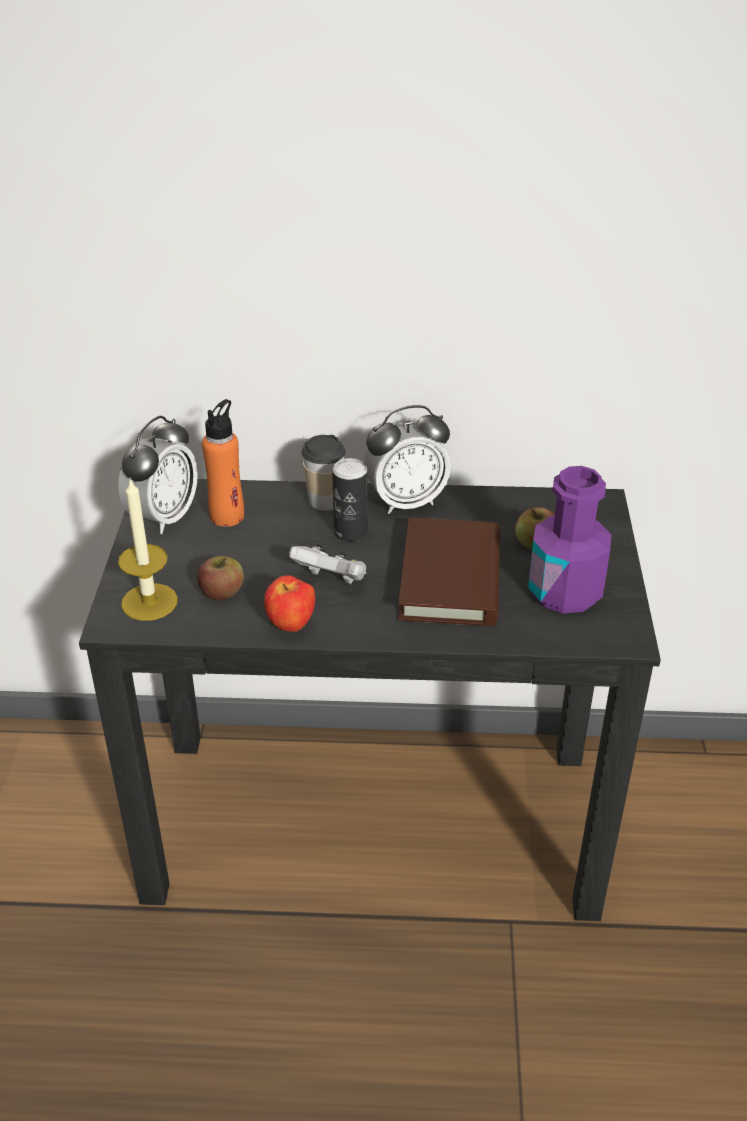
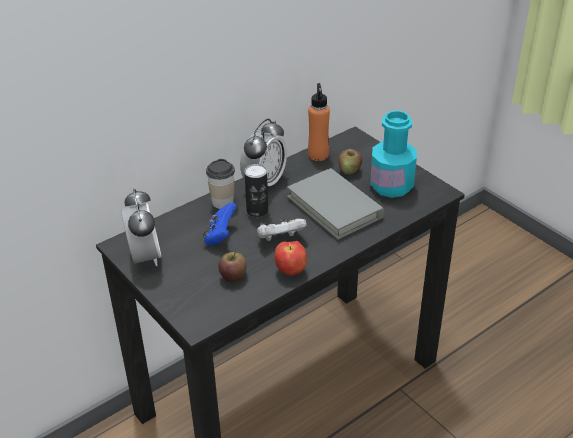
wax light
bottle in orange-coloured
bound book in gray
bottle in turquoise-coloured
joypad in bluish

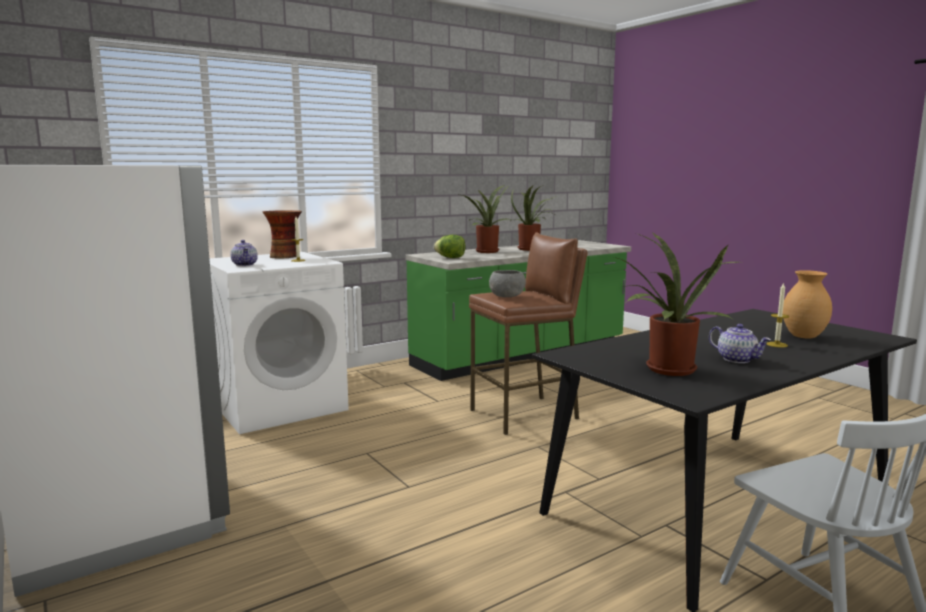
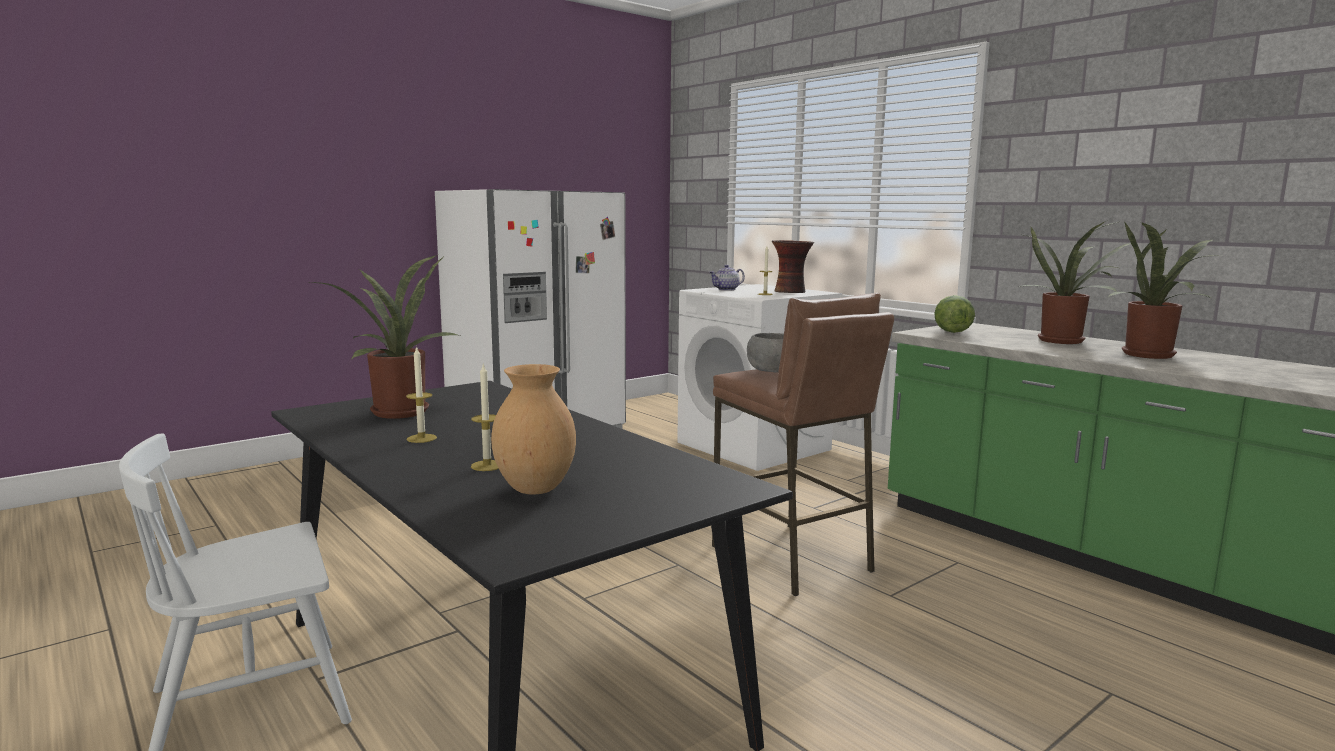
wax light (1st from left)

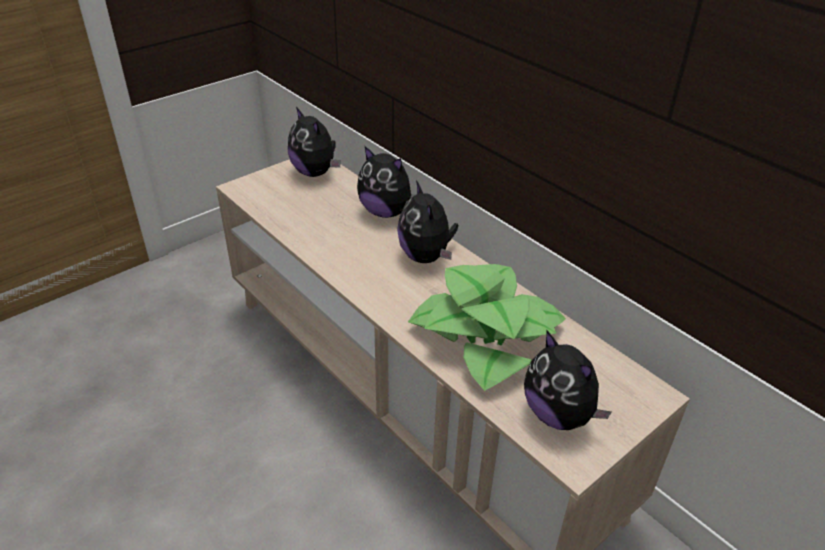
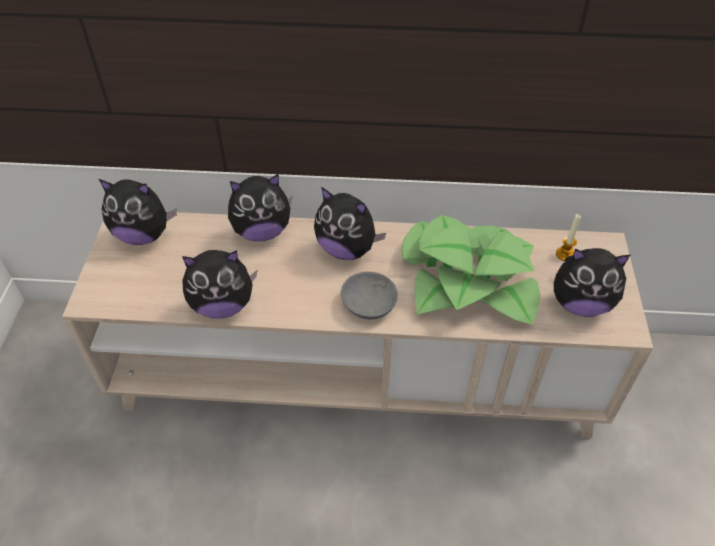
cuddly toy (2nd from left)
deep dish in gray
wax light

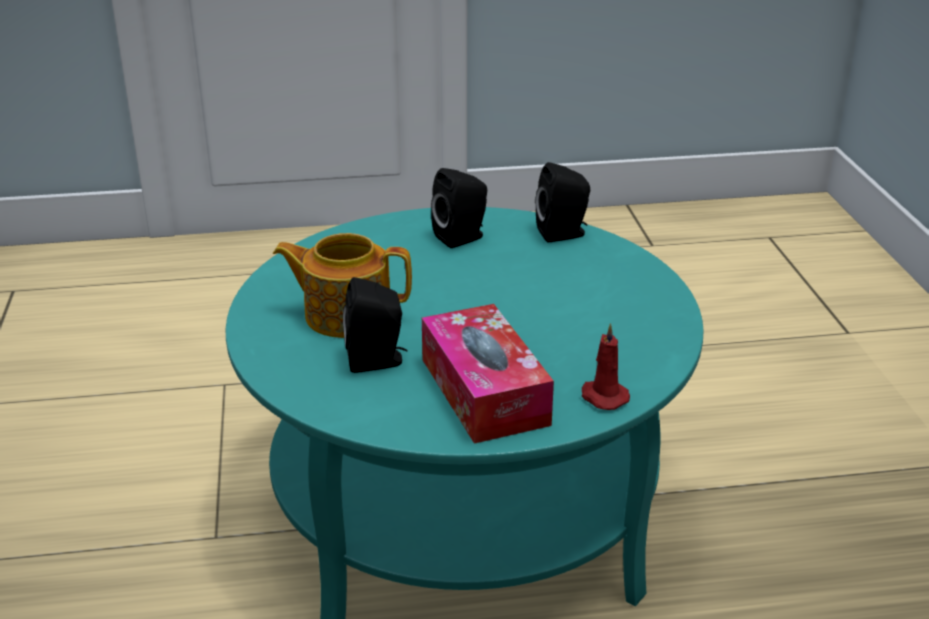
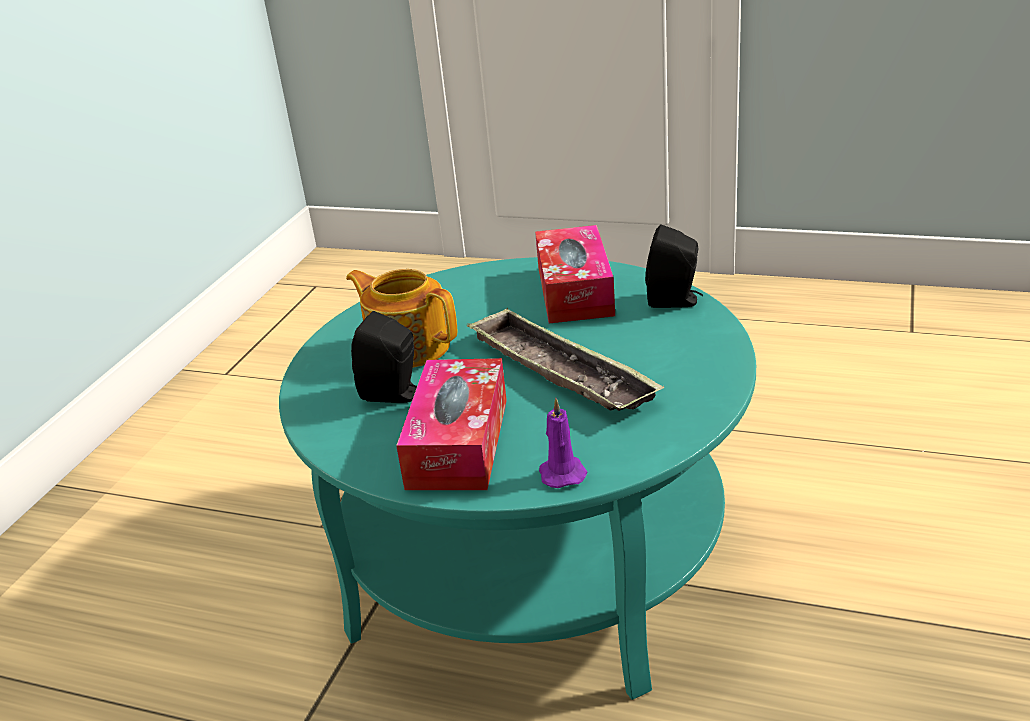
tissue holder (2nd from left)
wax light in purplish
tray

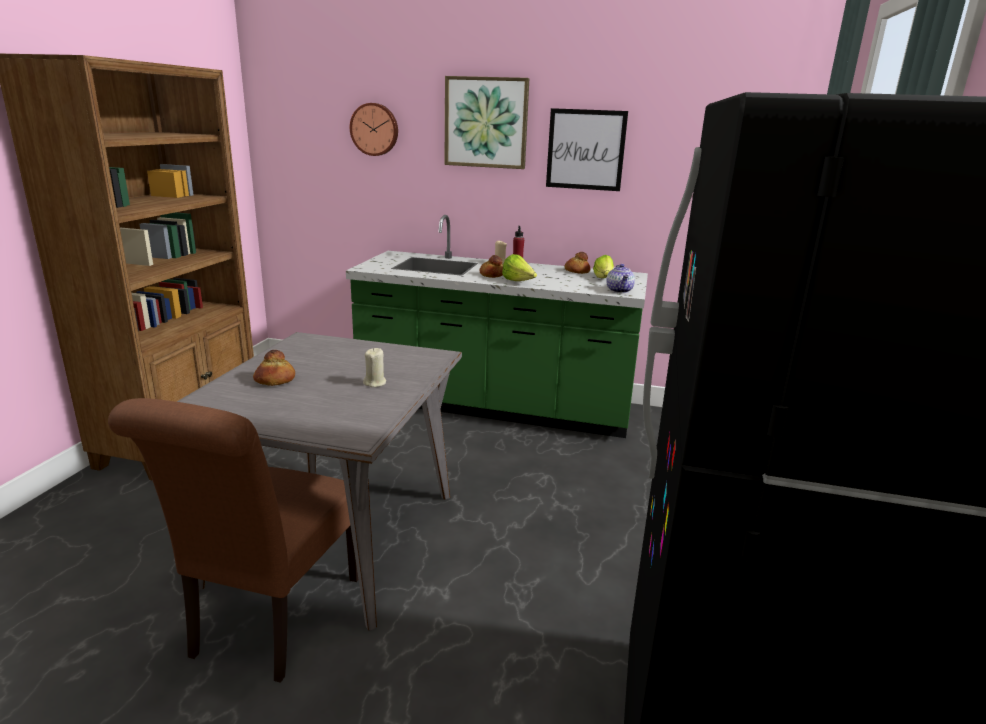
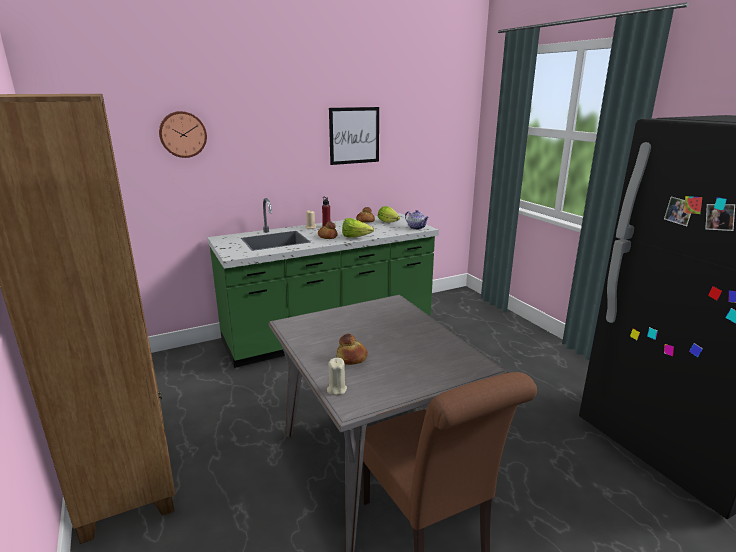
wax light in beige-coloured (2nd from left)
wall picture (1st from left in the first image)

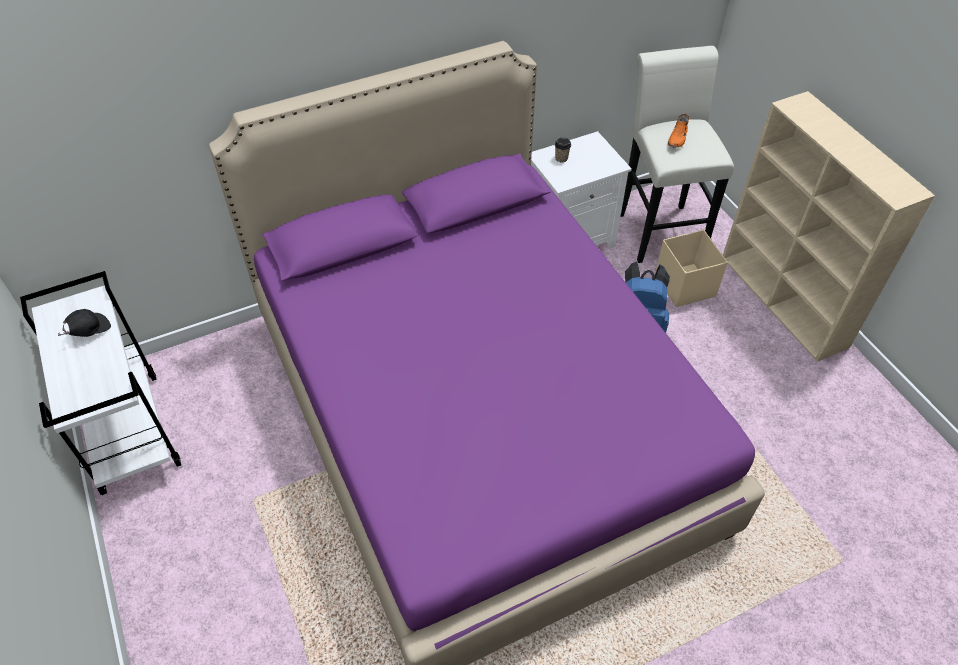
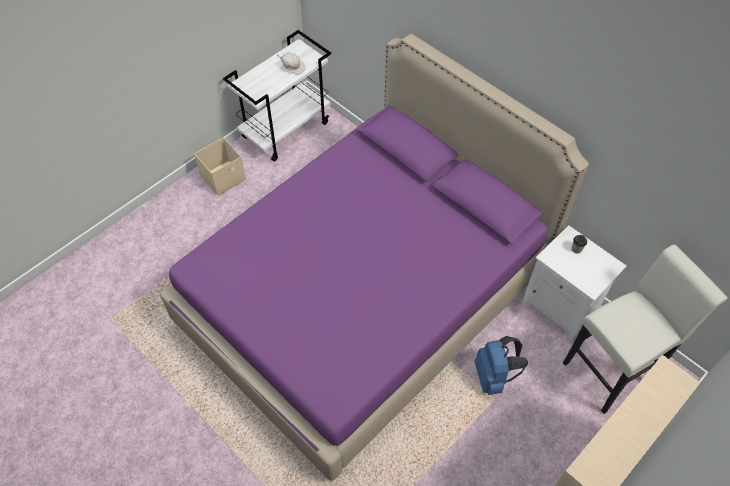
peaked cap in white-coloured
storage box in beige-coloured
low shoe in orange-coloured

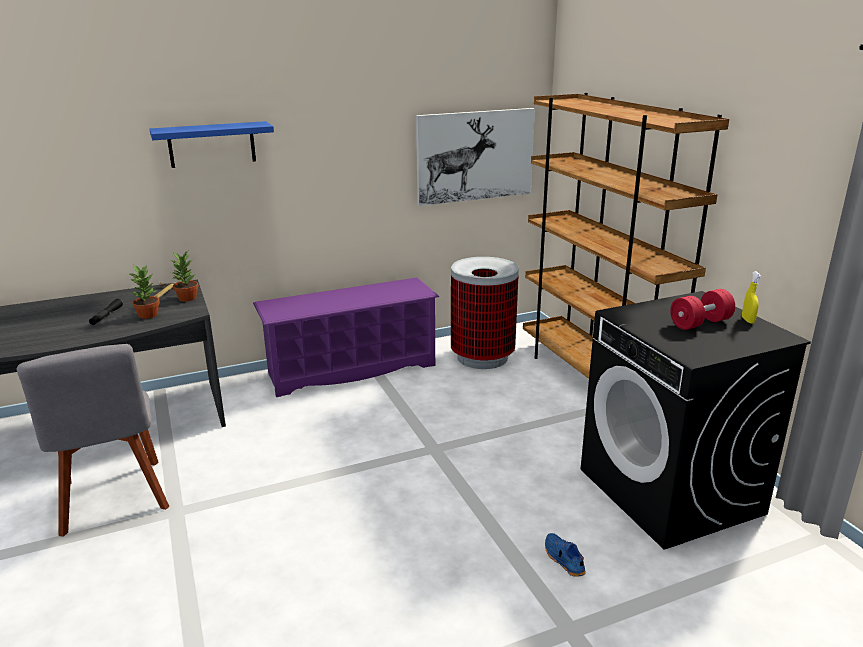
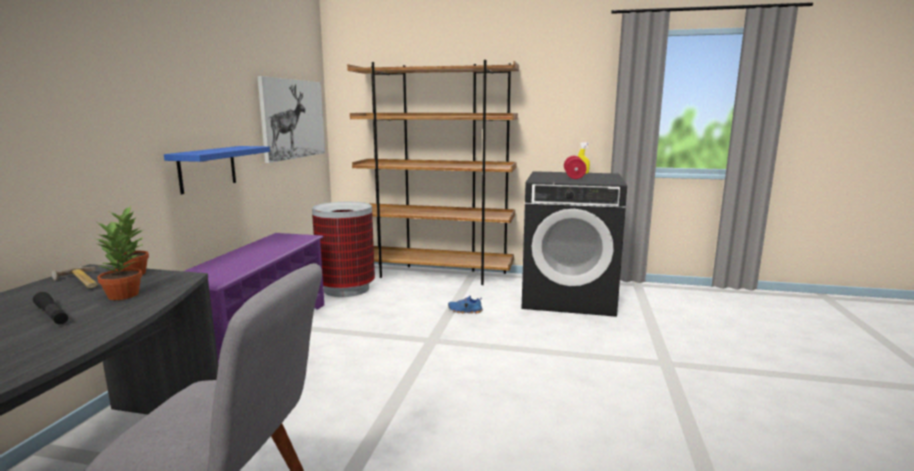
wall shelf in bluish
low shoe in bluish

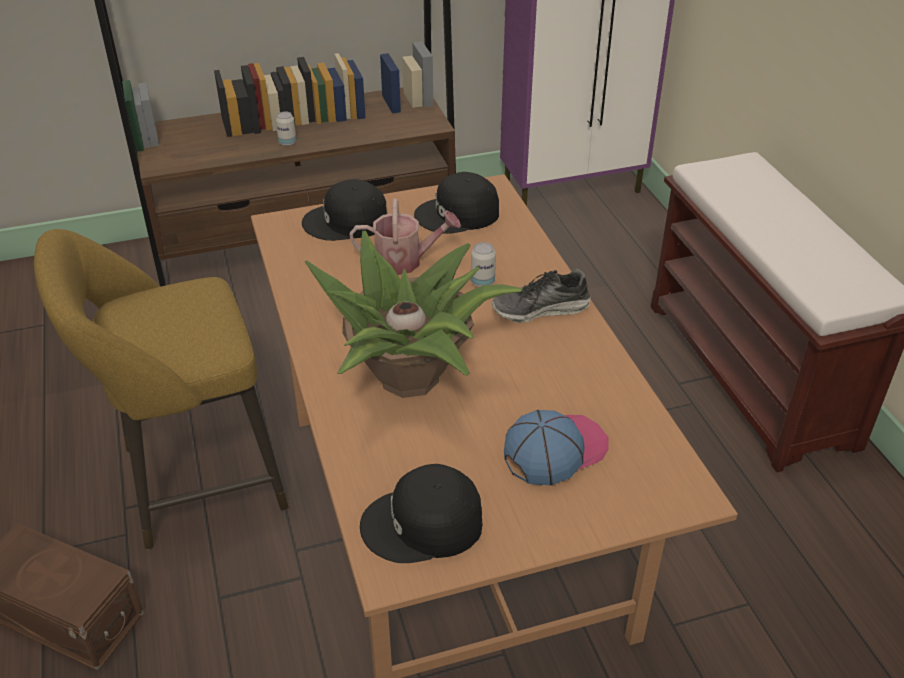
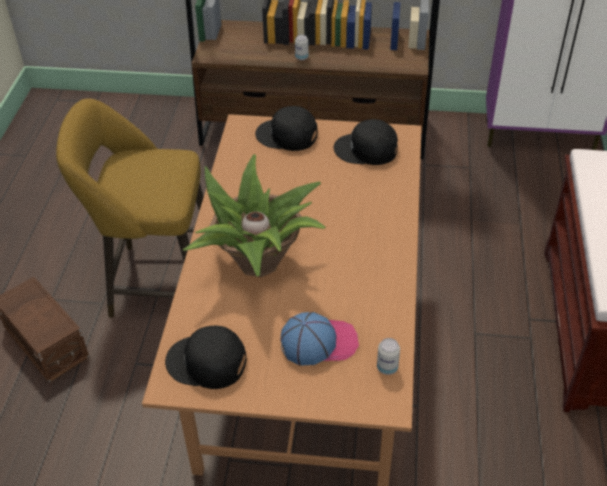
watering pot
sealed can (2nd from left)
low shoe

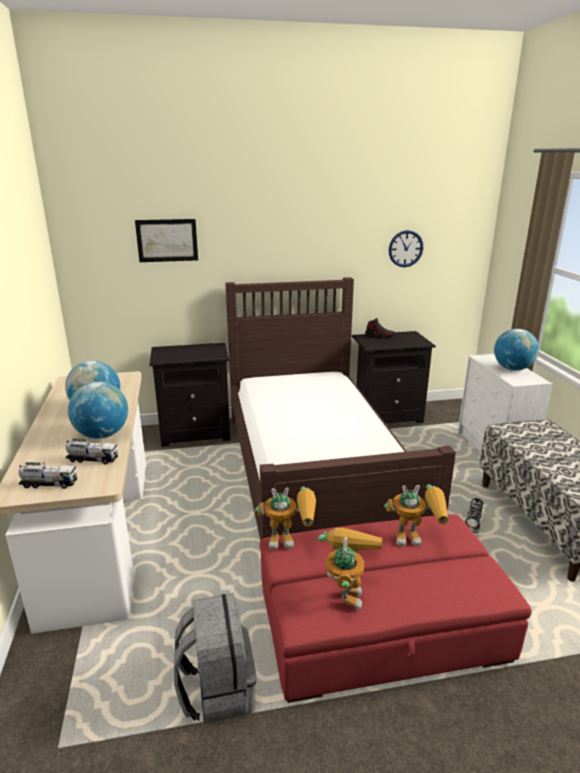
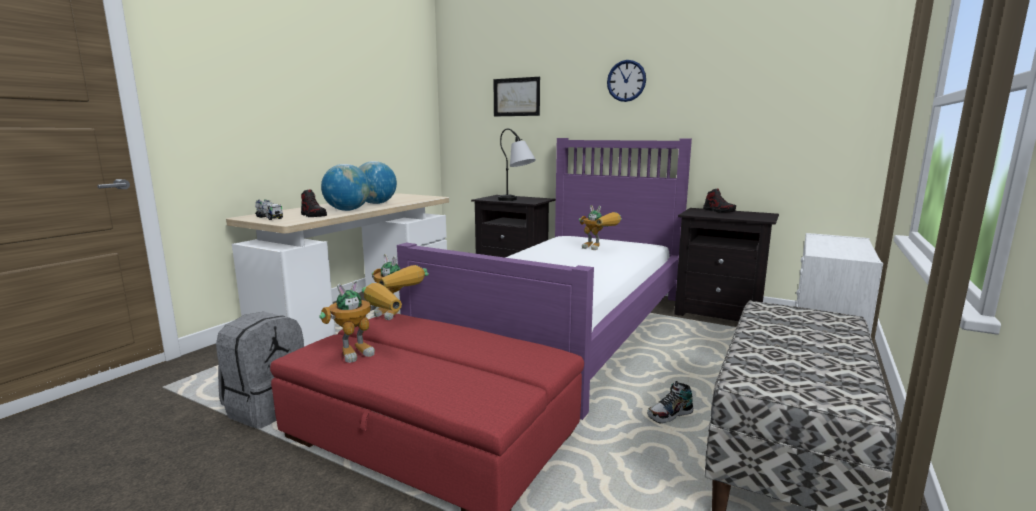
low shoe (1st from left)
bed in purplish
model robot (3rd from left)
wall clock
desk globe (3rd from left in the first image)
tabletop lamp

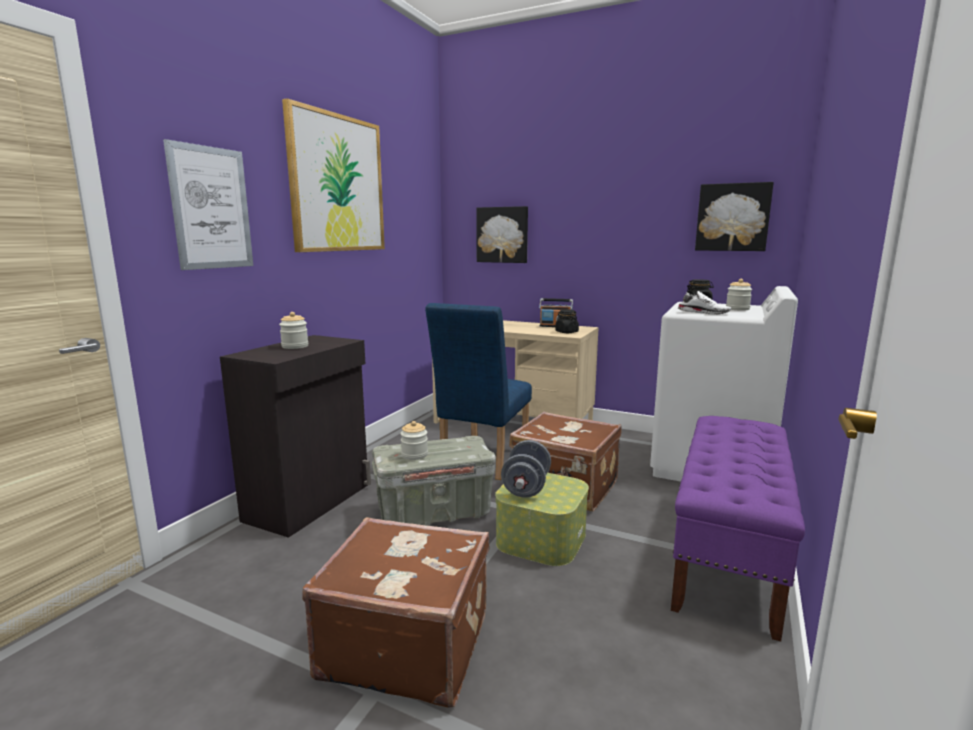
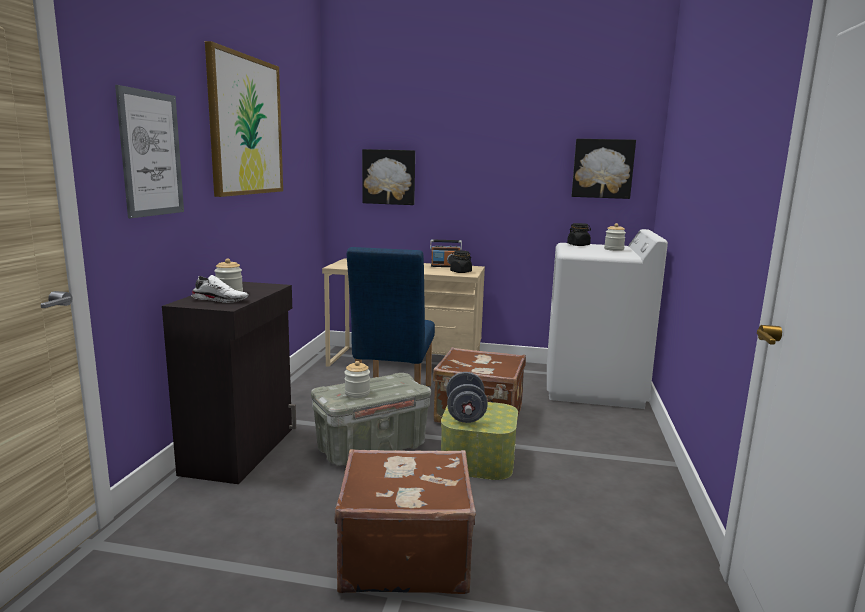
indoor bench in purplish
low shoe in white-coloured

